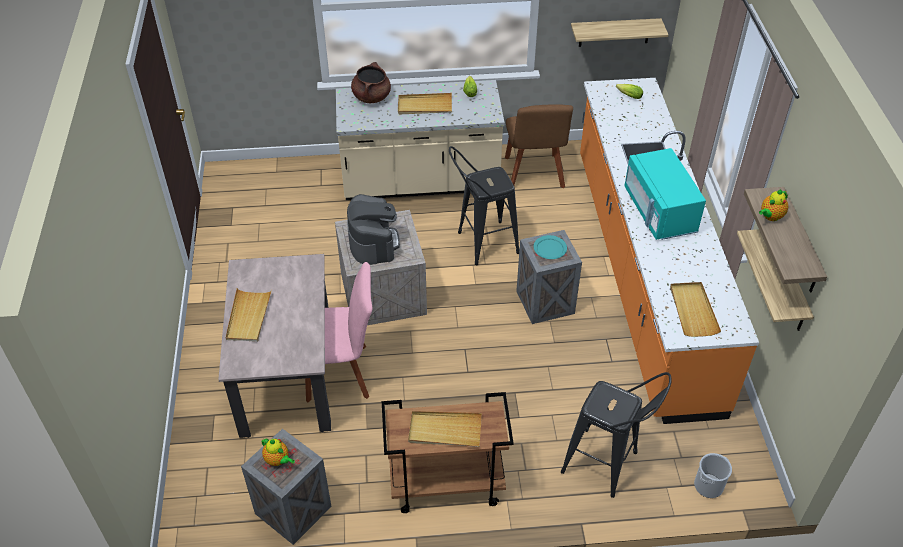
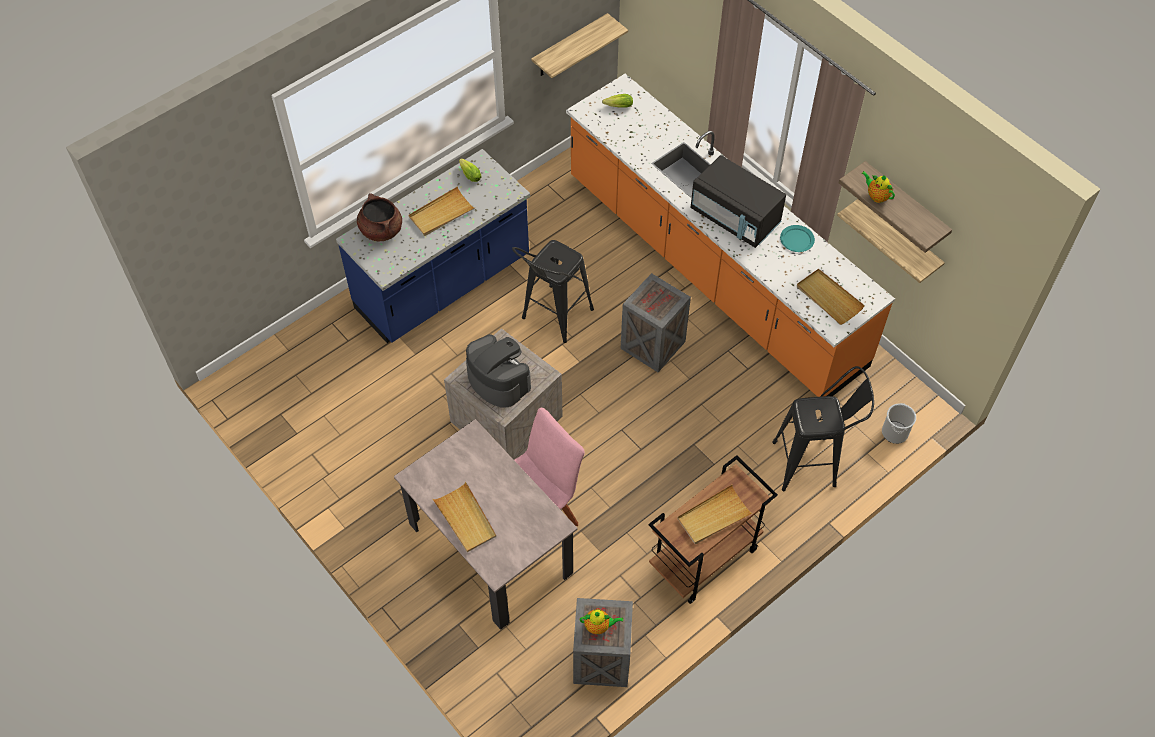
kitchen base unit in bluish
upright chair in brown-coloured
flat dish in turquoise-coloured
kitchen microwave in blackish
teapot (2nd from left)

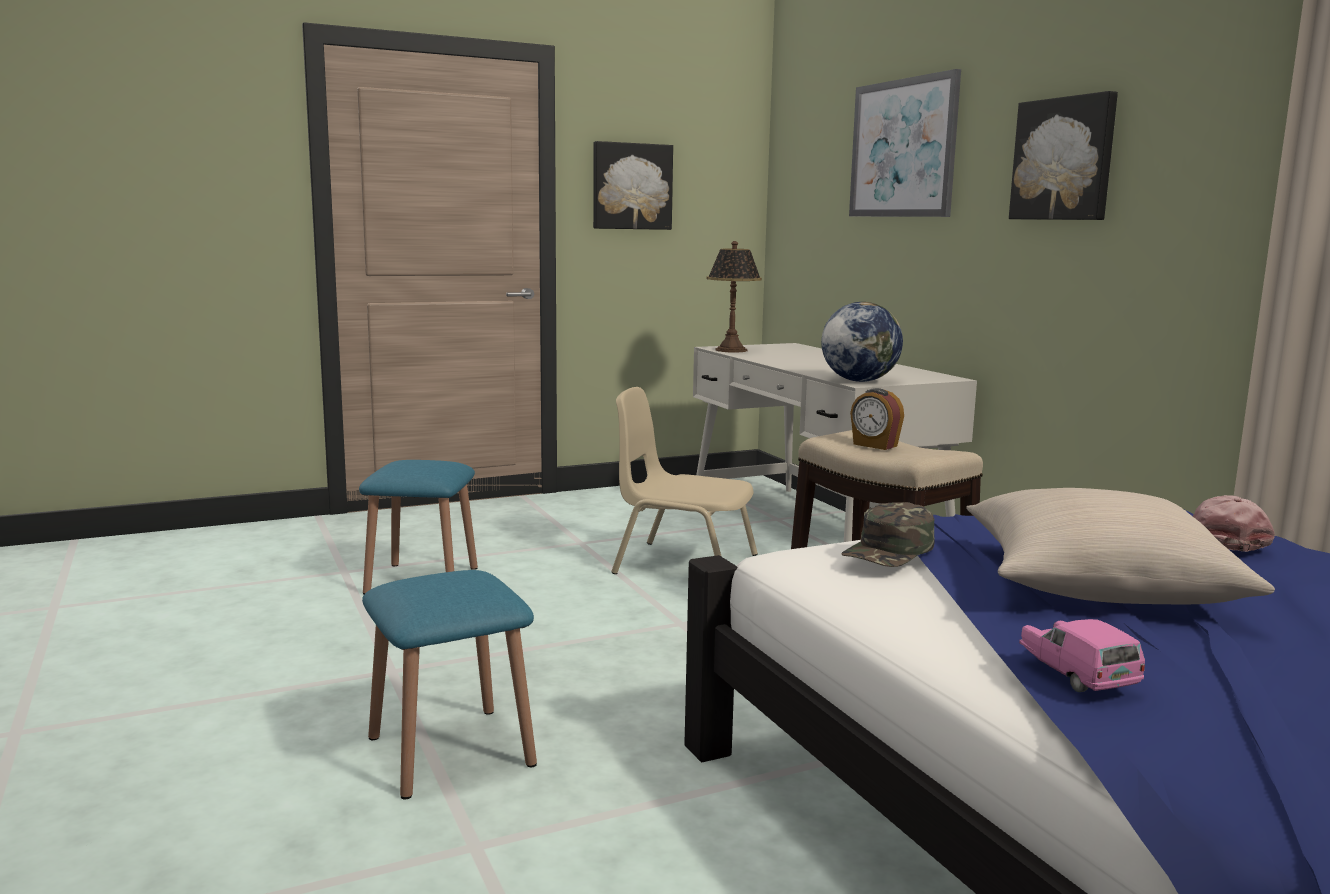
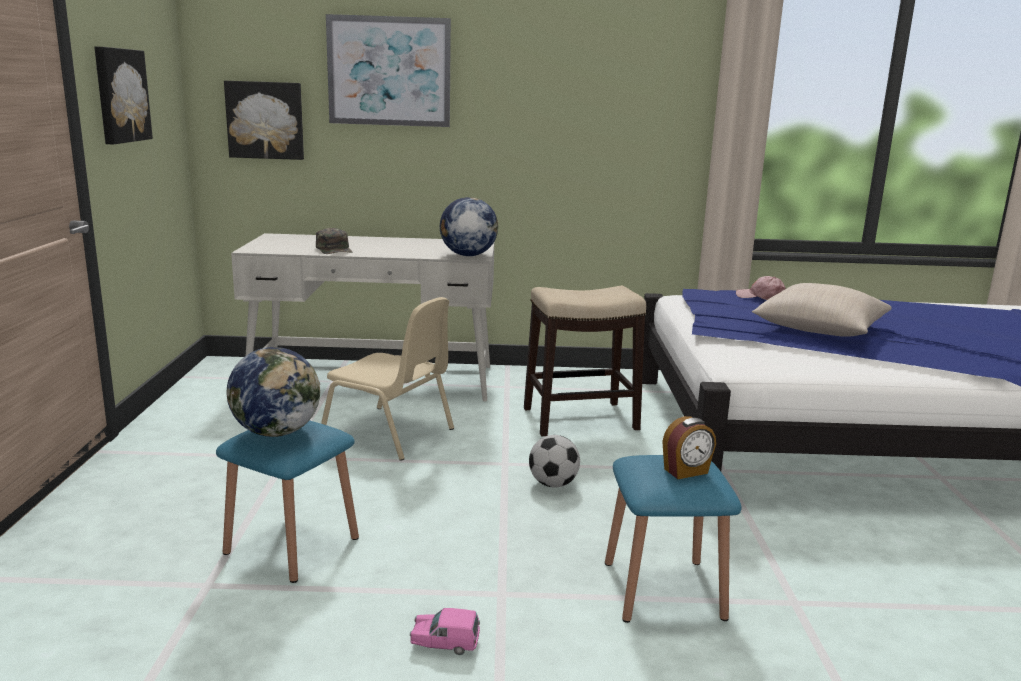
upright chair in beige-coloured
tabletop lamp
peaked cap in green
alarm clock
wall picture (2nd from left)
miniature car in pink
desk globe (1st from left)
football ball

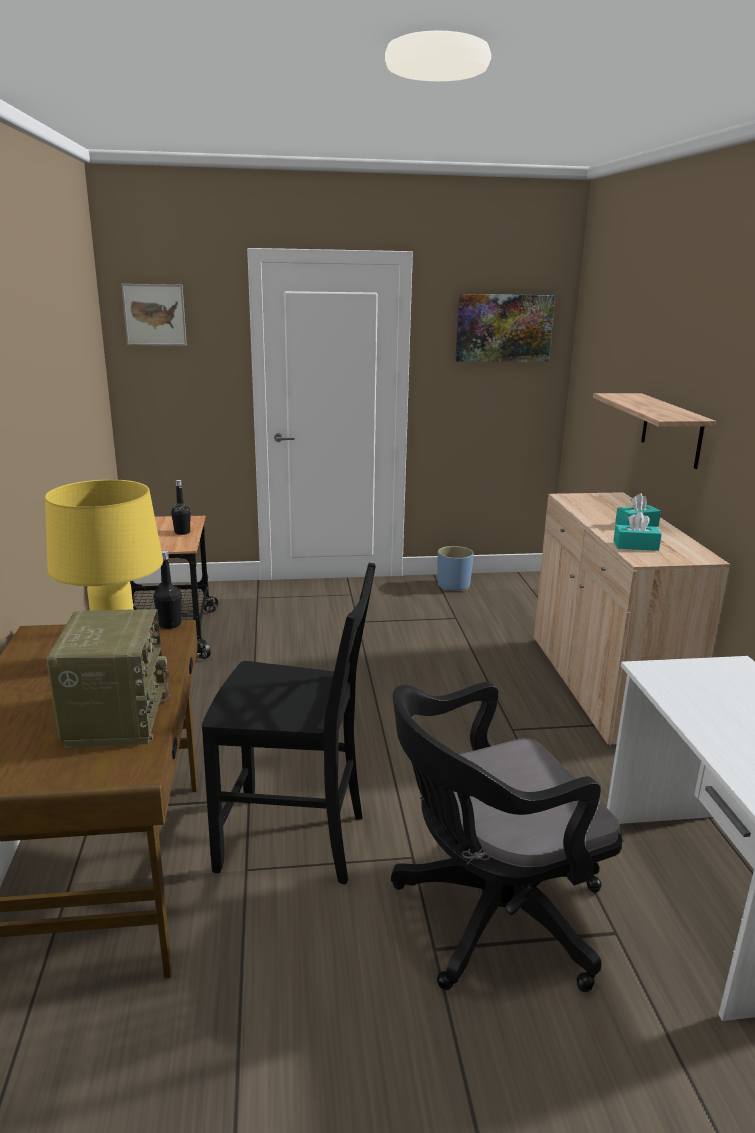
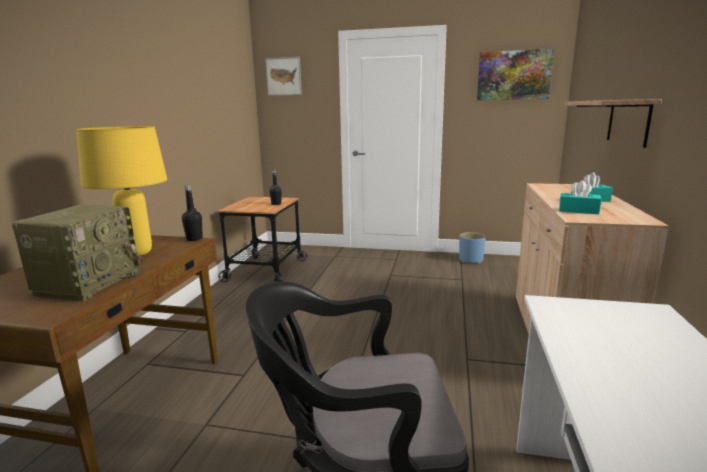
upright chair in blackish

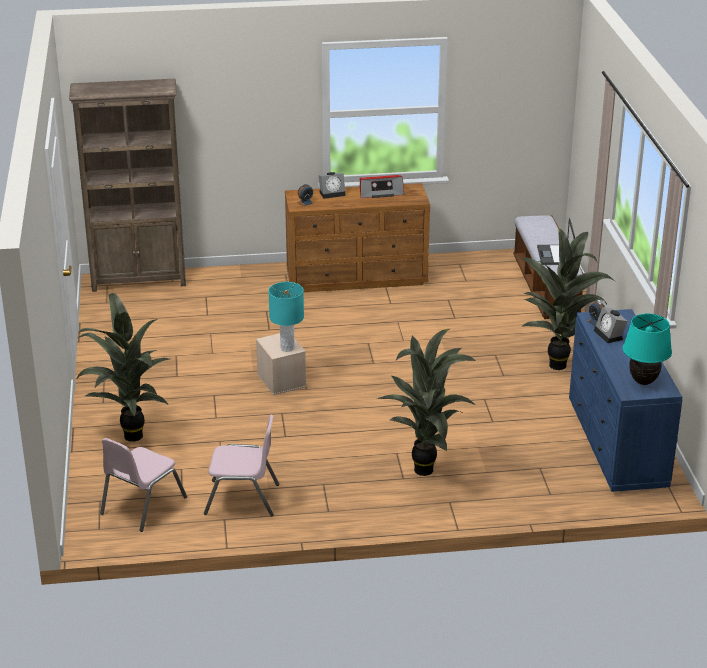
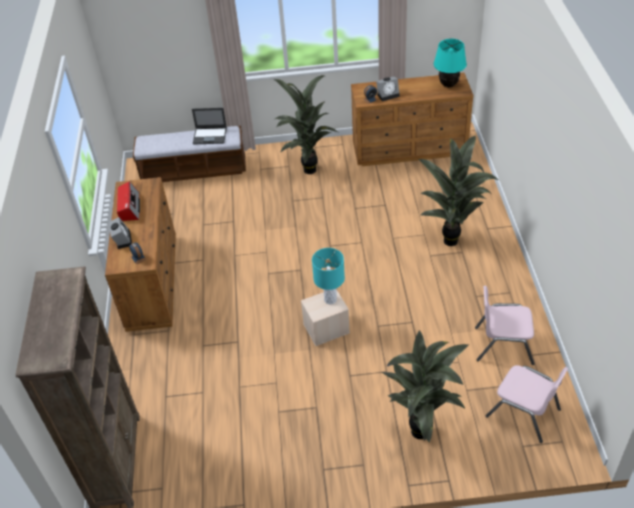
upright chair in pink (1st from left)
drawer chest in brown-coloured (2nd from left)

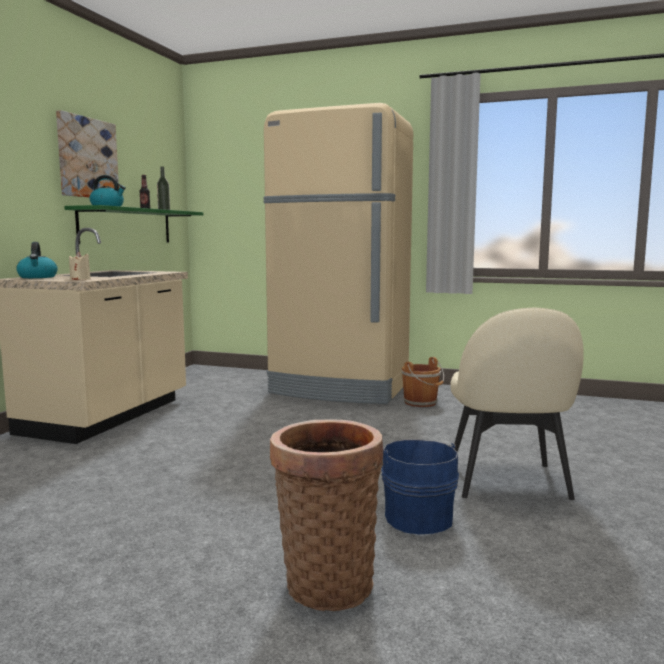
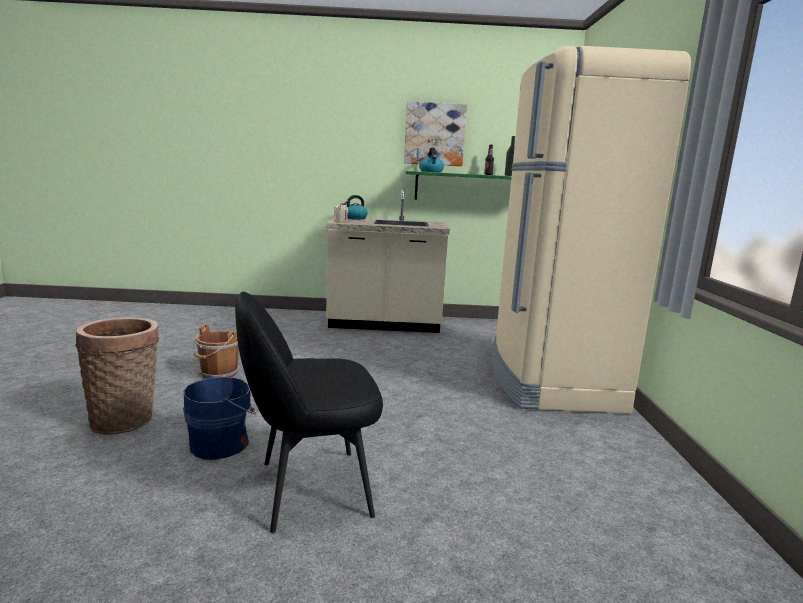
bucket in brown-coloured
upright chair in blackish

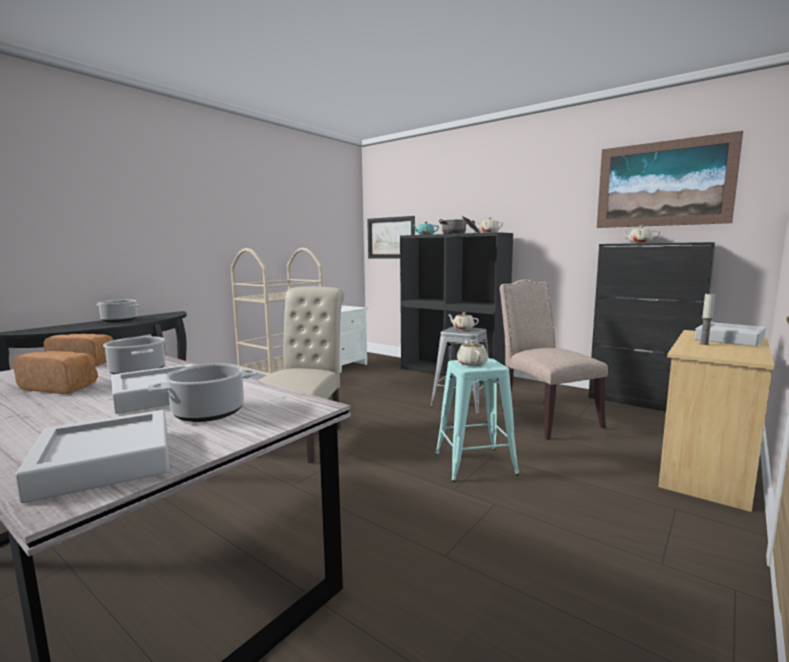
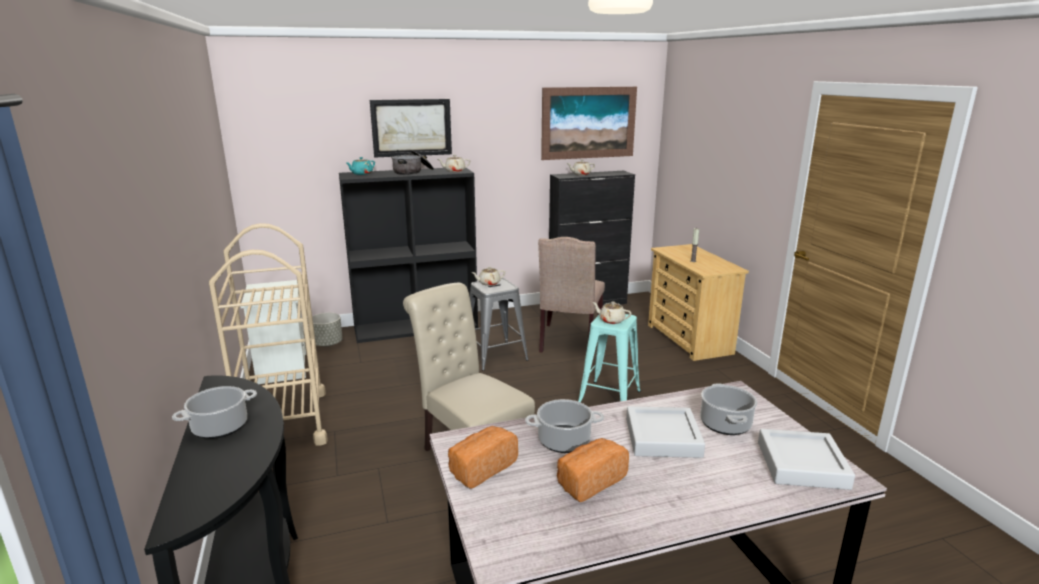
wall picture (1st from left)
upright chair in beige-coloured (2nd from left)
tray in gray (3rd from left in the first image)
plant pot in gray

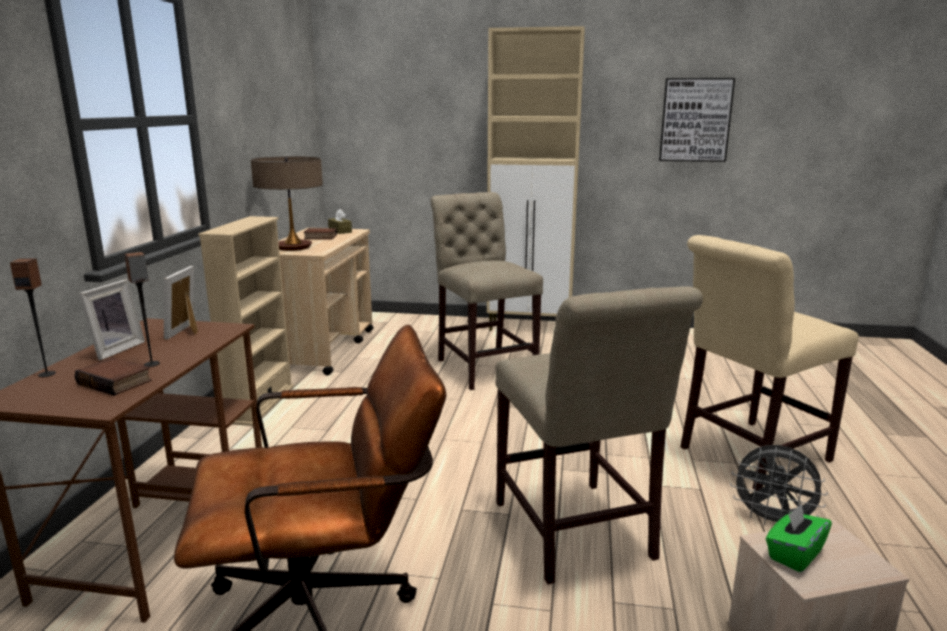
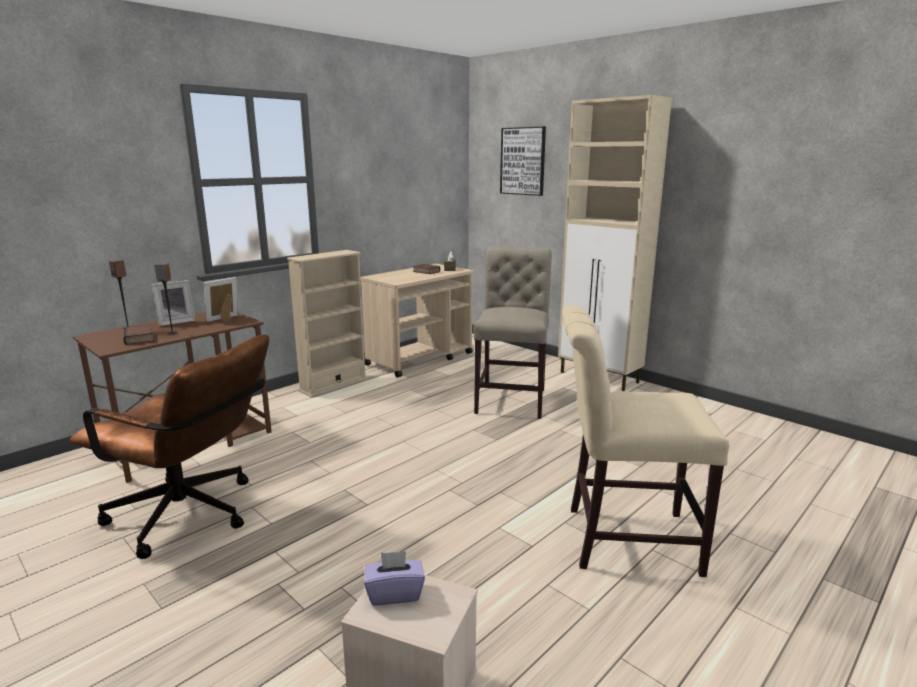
tabletop lamp
upright chair in beige-coloured (2nd from left in the first image)
wall picture
fan in gray
tissue holder in purplish

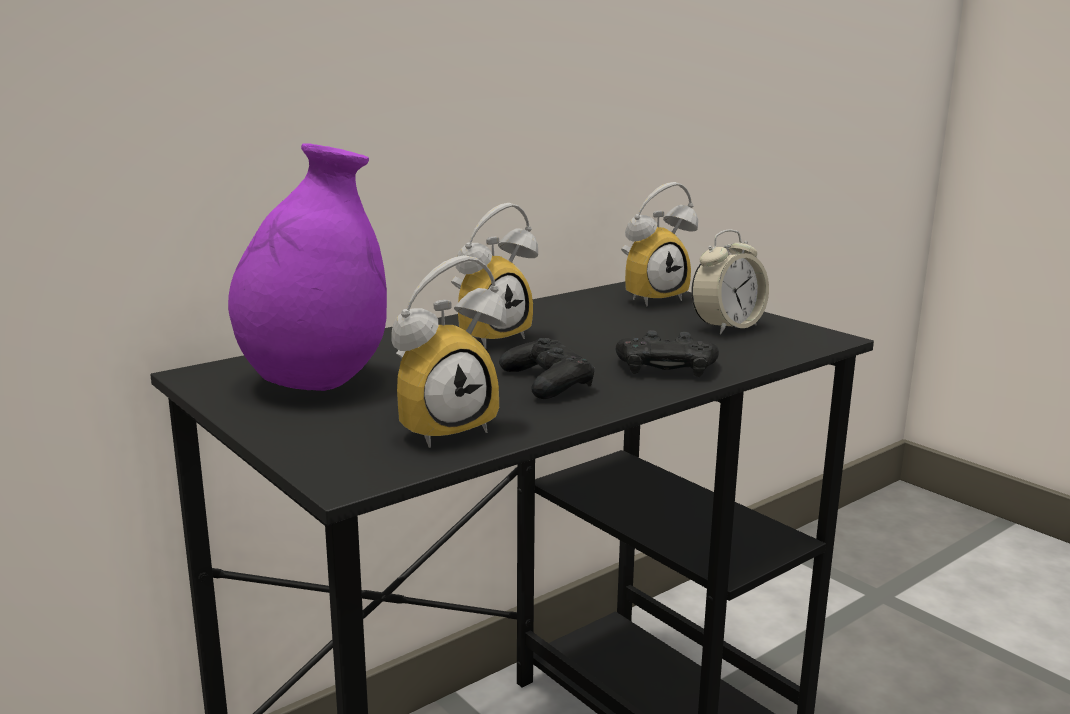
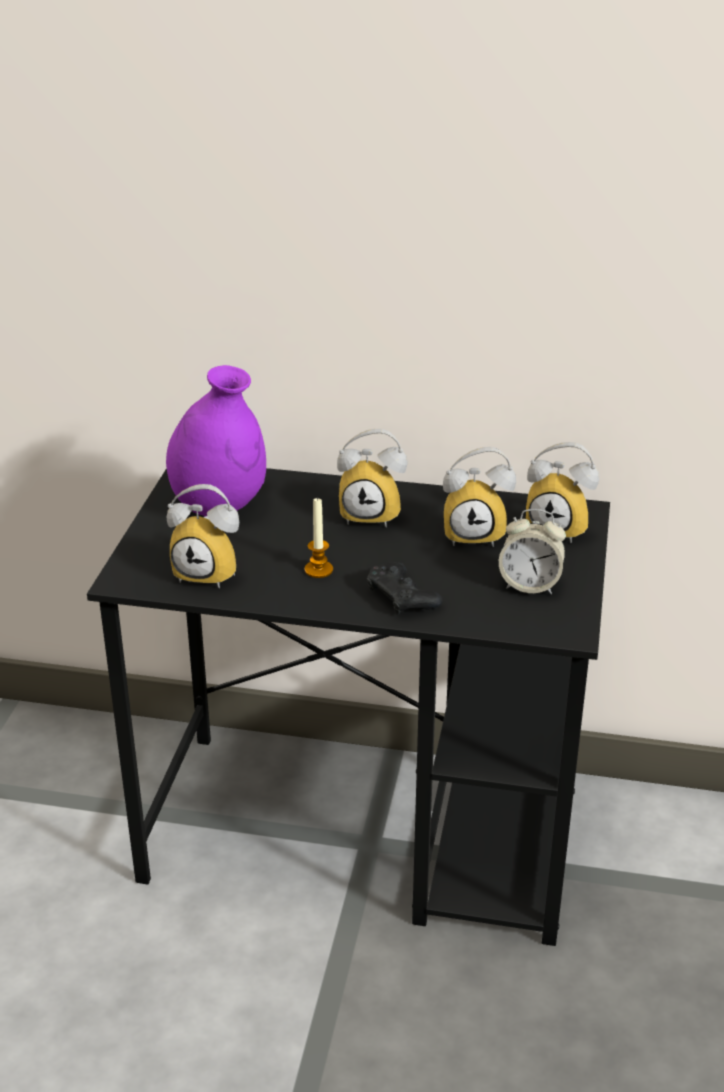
wax light
alarm clock (3rd from left)

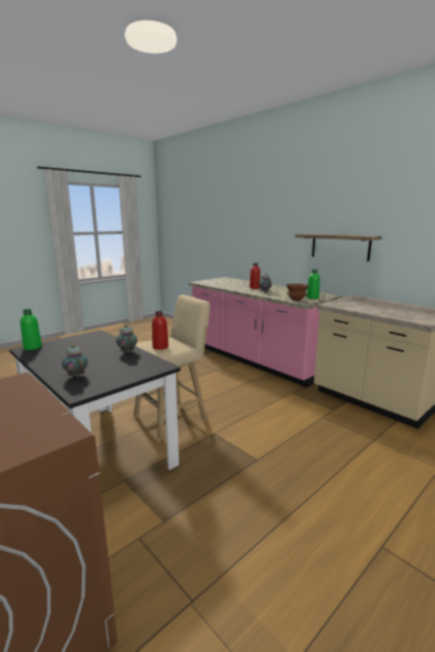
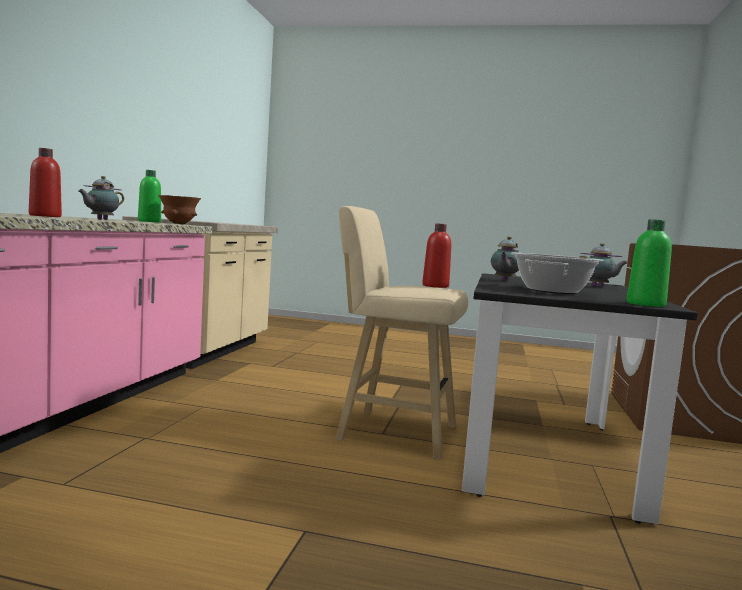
teapot (3rd from left)
wall shelf
stockpot

